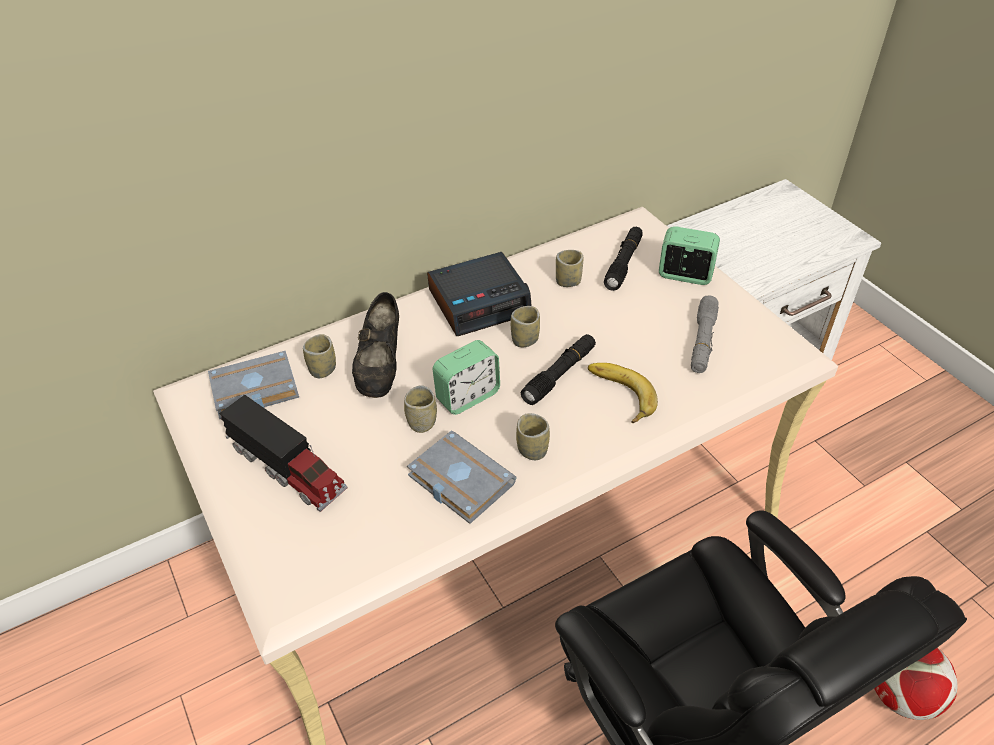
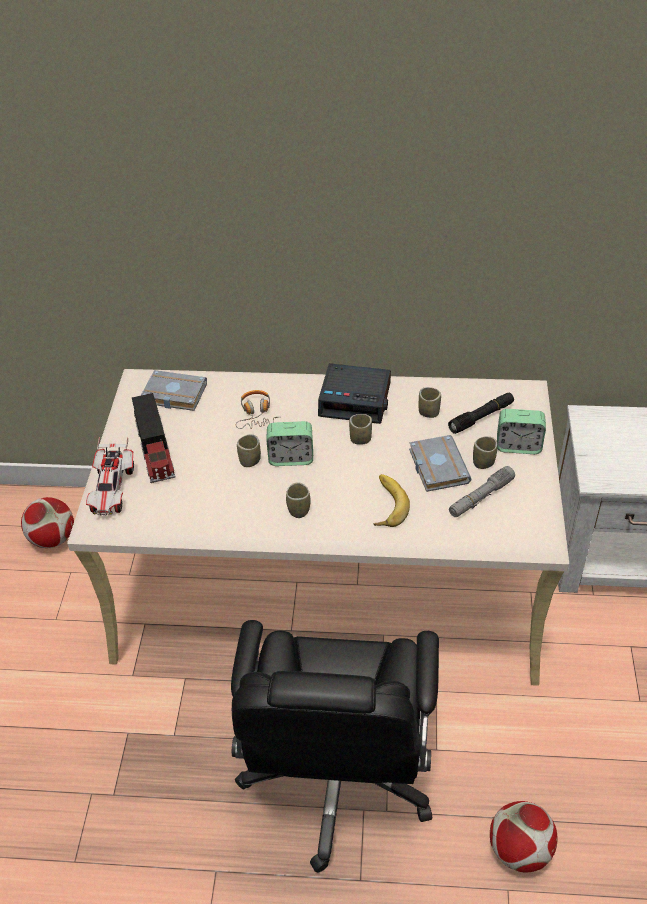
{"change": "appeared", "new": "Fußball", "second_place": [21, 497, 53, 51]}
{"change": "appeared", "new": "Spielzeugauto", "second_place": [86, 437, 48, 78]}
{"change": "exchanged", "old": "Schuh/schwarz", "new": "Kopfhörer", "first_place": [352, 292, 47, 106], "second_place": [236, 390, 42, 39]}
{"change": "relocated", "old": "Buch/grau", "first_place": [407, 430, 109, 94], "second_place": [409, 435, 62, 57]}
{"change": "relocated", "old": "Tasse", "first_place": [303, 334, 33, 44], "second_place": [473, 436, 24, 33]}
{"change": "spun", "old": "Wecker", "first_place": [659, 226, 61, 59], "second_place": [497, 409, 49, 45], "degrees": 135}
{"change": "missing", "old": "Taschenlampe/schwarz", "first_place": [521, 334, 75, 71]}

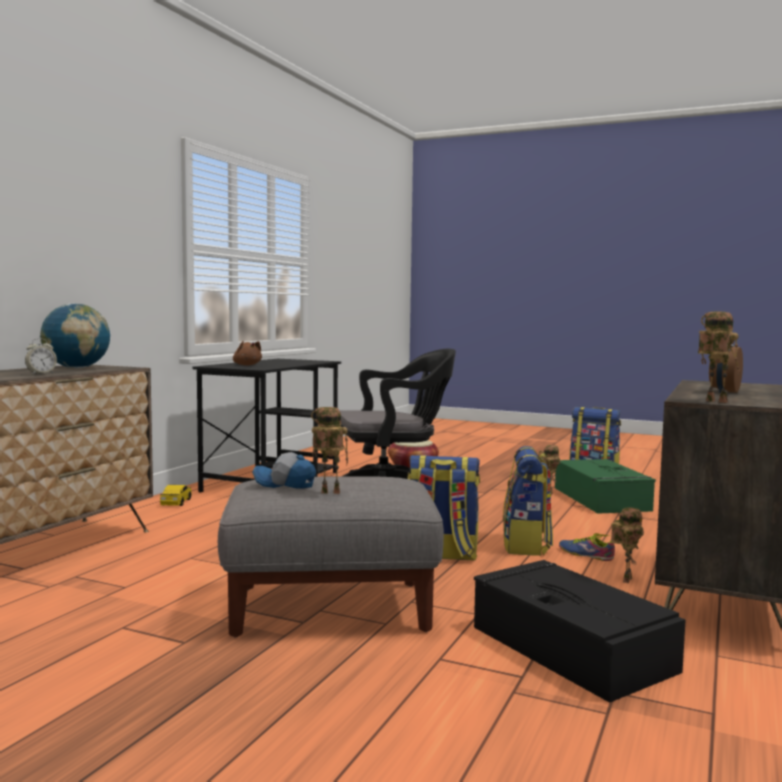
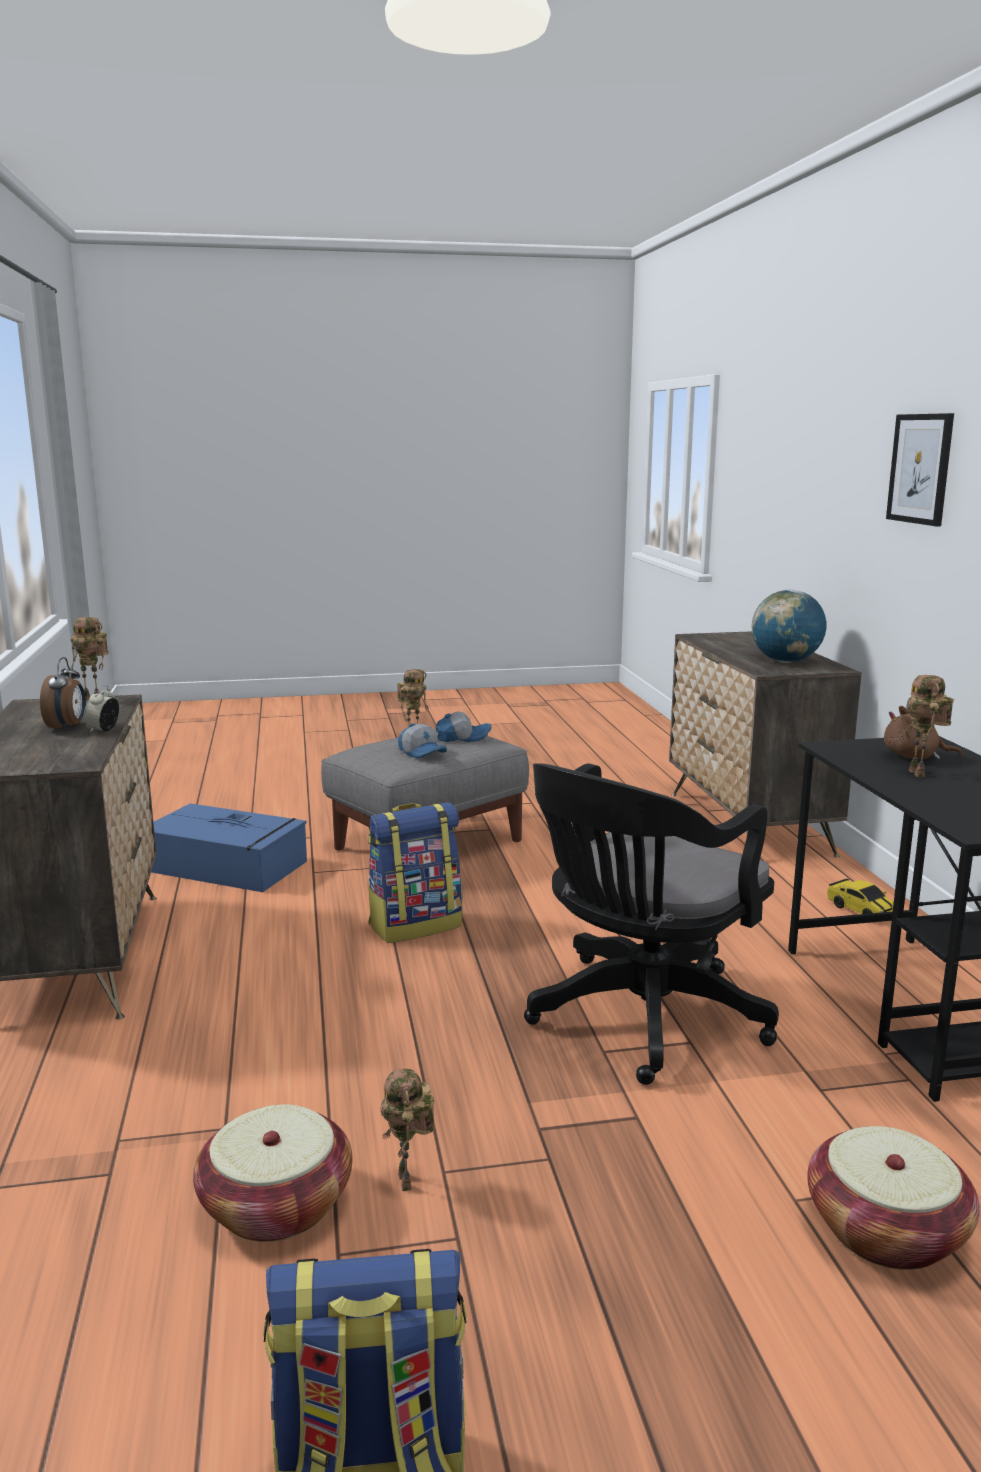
{"change": "relocated", "old": "Wecker", "first_place": [25, 338, 32, 36], "second_place": [84, 685, 35, 48]}
{"change": "colour", "old": "Aufbewahrungsbox/schwarz", "new": "Aufbewahrungsbox/blau", "first_place": [474, 560, 212, 143], "second_place": [151, 803, 156, 89]}
{"change": "exchanged", "old": "Aufbewahrungsbox/grün", "new": "Korb", "first_place": [555, 459, 101, 55], "second_place": [193, 1104, 159, 138]}
{"change": "appeared", "new": "Kappe", "second_place": [398, 723, 49, 35]}
{"change": "appeared", "new": "Bild", "second_place": [886, 413, 68, 113]}
{"change": "relocated", "old": "Spielzeugroboter", "first_place": [611, 507, 33, 76], "second_place": [898, 675, 56, 102]}
{"change": "missing", "old": "Rucksack", "first_place": [503, 446, 50, 110]}
{"change": "missing", "old": "Schuh", "first_place": [559, 533, 56, 28]}

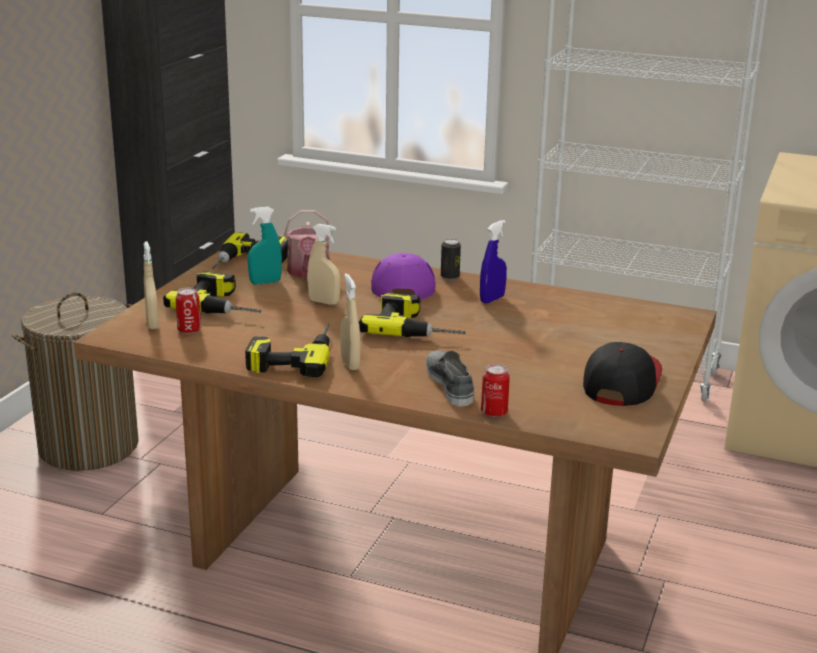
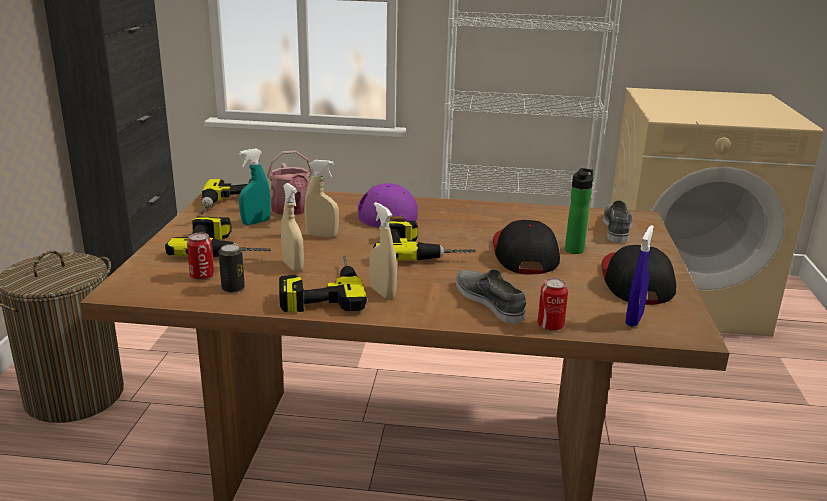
{"change": "relocated", "old": "Dose", "first_place": [441, 239, 20, 41], "second_place": [219, 244, 26, 49]}
{"change": "relocated", "old": "Sprühflasche/beige", "first_place": [144, 241, 15, 88], "second_place": [281, 183, 23, 88]}
{"change": "appeared", "new": "Kappe", "second_place": [493, 220, 67, 54]}
{"change": "appeared", "new": "Flasche", "second_place": [565, 168, 28, 86]}
{"change": "appeared", "new": "Schuh/grau", "second_place": [603, 200, 30, 43]}
{"change": "relocated", "old": "Sprühflasche/blau", "first_place": [480, 220, 27, 83], "second_place": [625, 225, 29, 102]}

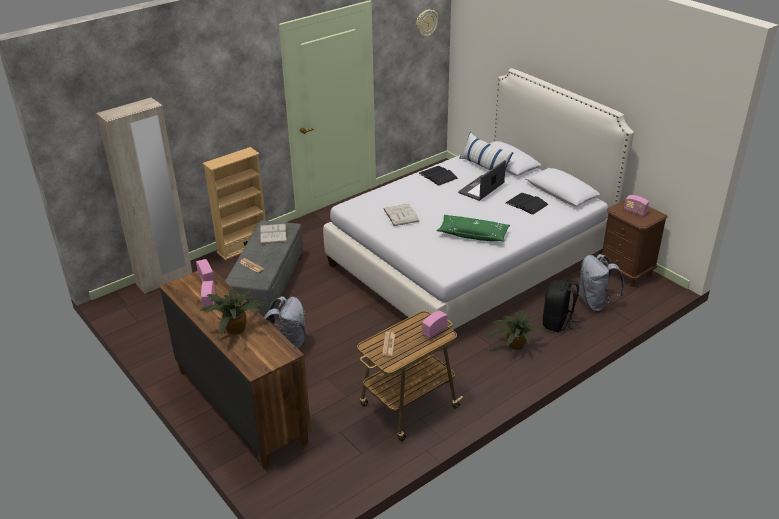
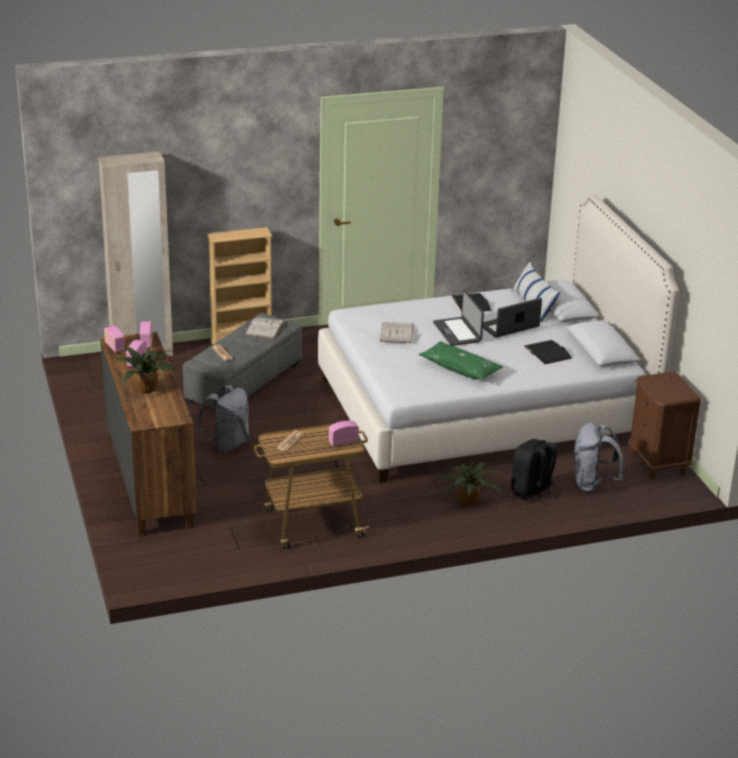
{"change": "relocated", "old": "Radio", "first_place": [624, 195, 25, 21], "second_place": [104, 326, 21, 27]}
{"change": "appeared", "new": "Laptop", "second_place": [433, 290, 51, 56]}
{"change": "missing", "old": "Wanduhr", "first_place": [416, 9, 22, 29]}

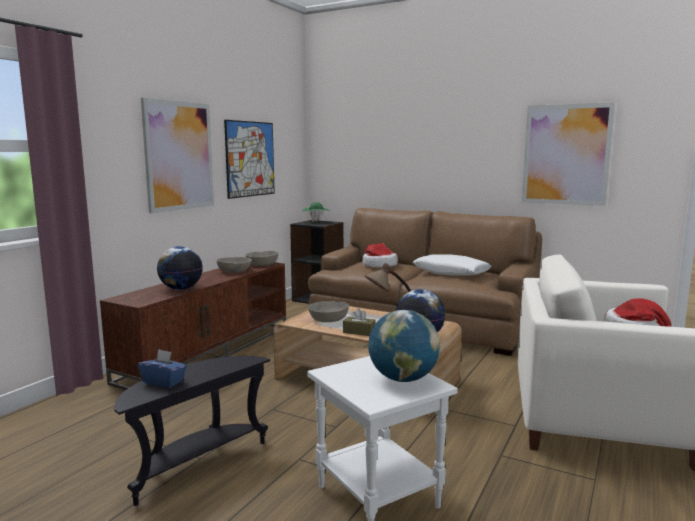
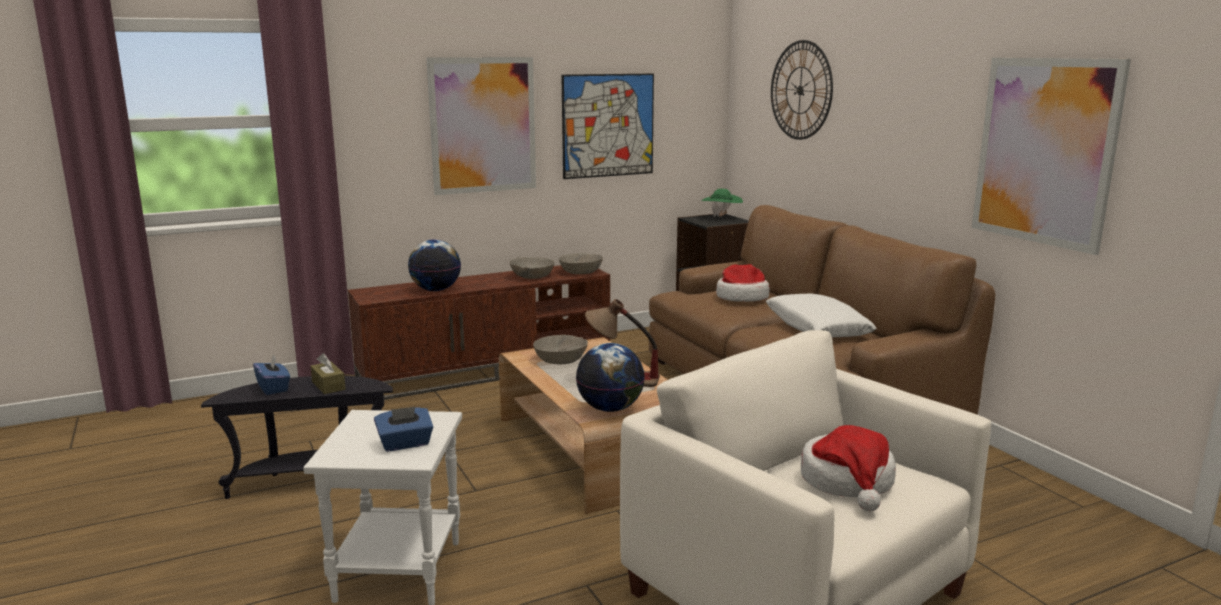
{"change": "relocated", "old": "Taschentuchbox/braun", "first_place": [343, 308, 33, 28], "second_place": [311, 353, 35, 41]}
{"change": "exchanged", "old": "Globus", "new": "Taschentuchbox/blau", "first_place": [368, 310, 72, 72], "second_place": [374, 407, 59, 45]}
{"change": "appeared", "new": "Wanduhr", "second_place": [771, 40, 62, 100]}

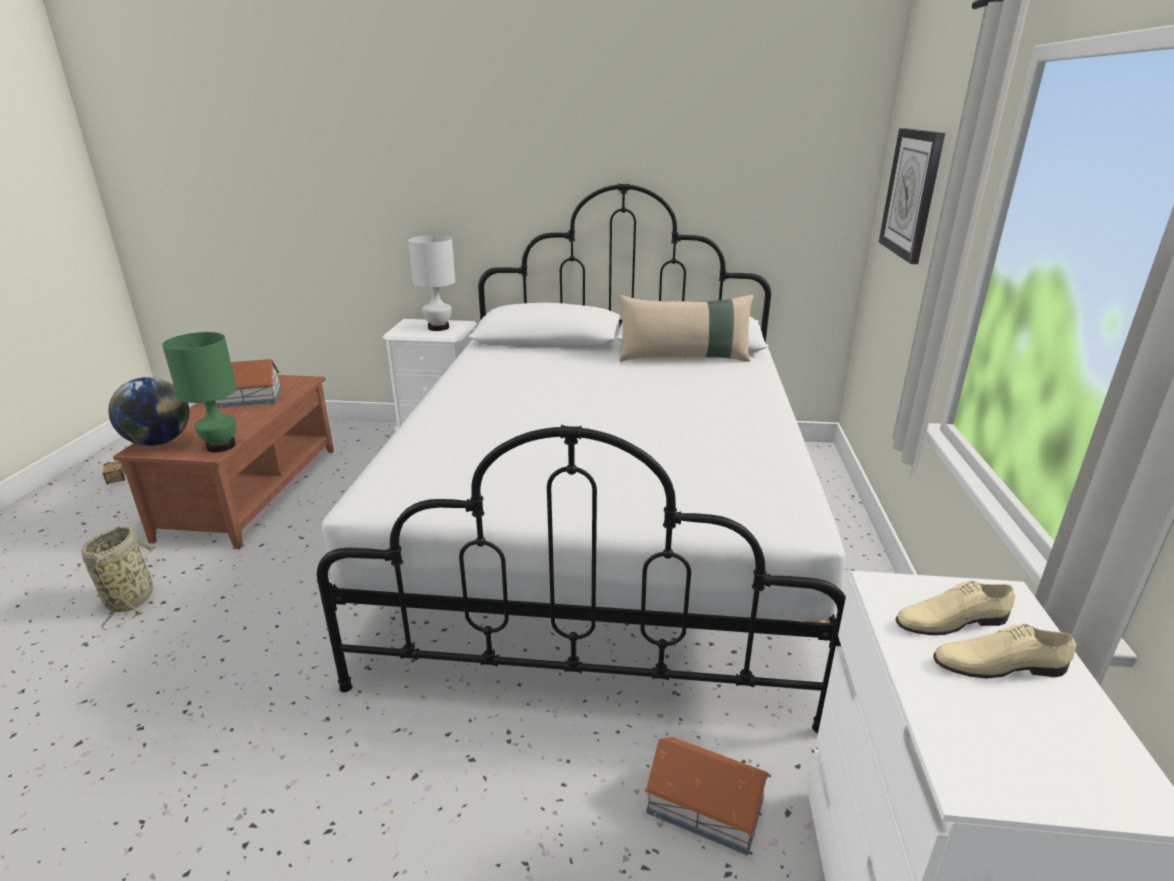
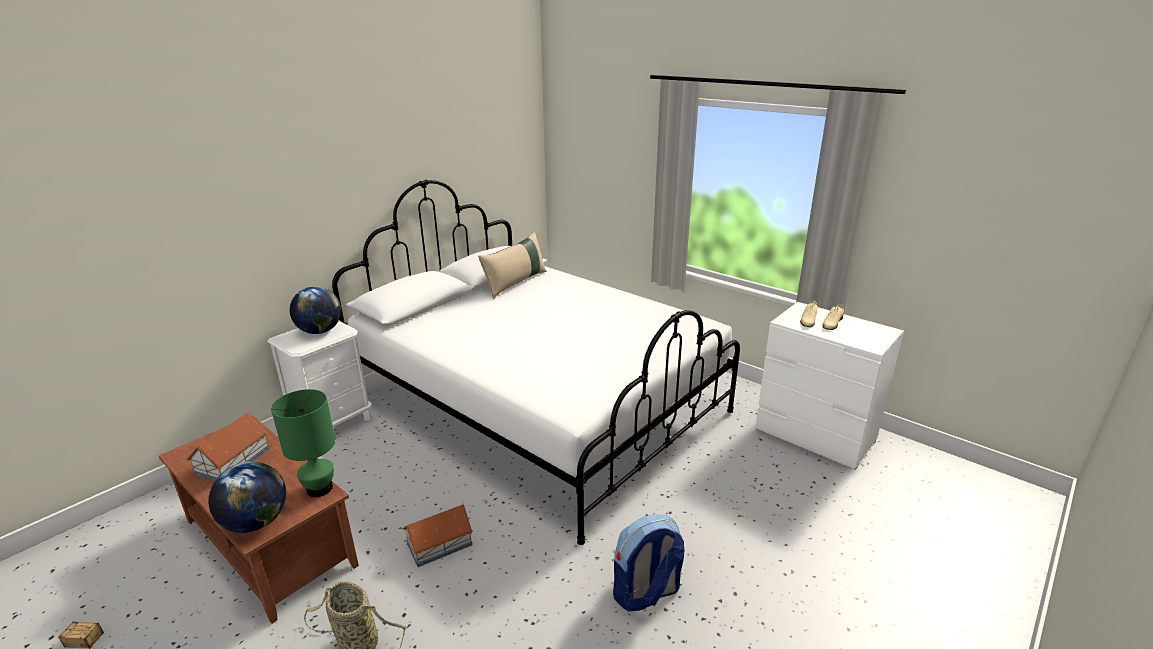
{"change": "exchanged", "old": "Tischlampe/weiß", "new": "Globus", "first_place": [408, 235, 47, 96], "second_place": [290, 286, 51, 48]}
{"change": "relocated", "old": "Spielzeughaus", "first_place": [644, 737, 127, 118], "second_place": [403, 505, 70, 62]}
{"change": "appeared", "new": "Rucksack", "second_place": [613, 514, 71, 97]}
{"change": "missing", "old": "Wanduhr", "first_place": [879, 128, 66, 136]}

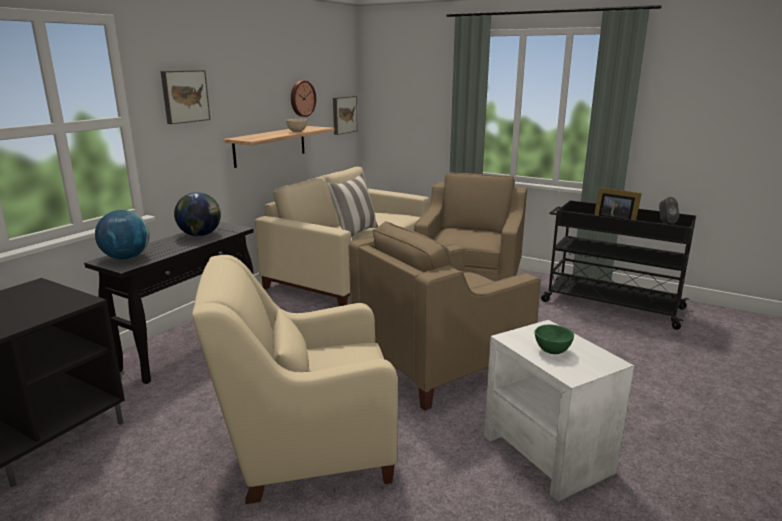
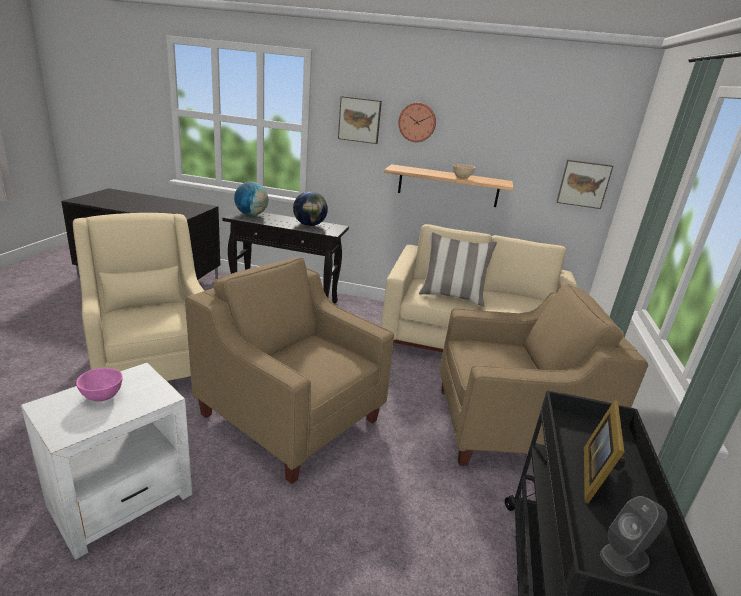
{"change": "colour", "old": "Schüssel/grün", "new": "Schüssel/rosa", "first_place": [535, 324, 39, 30], "second_place": [76, 368, 47, 33]}
{"change": "relocated", "old": "Wanduhr", "first_place": [291, 81, 25, 36], "second_place": [398, 103, 38, 39]}

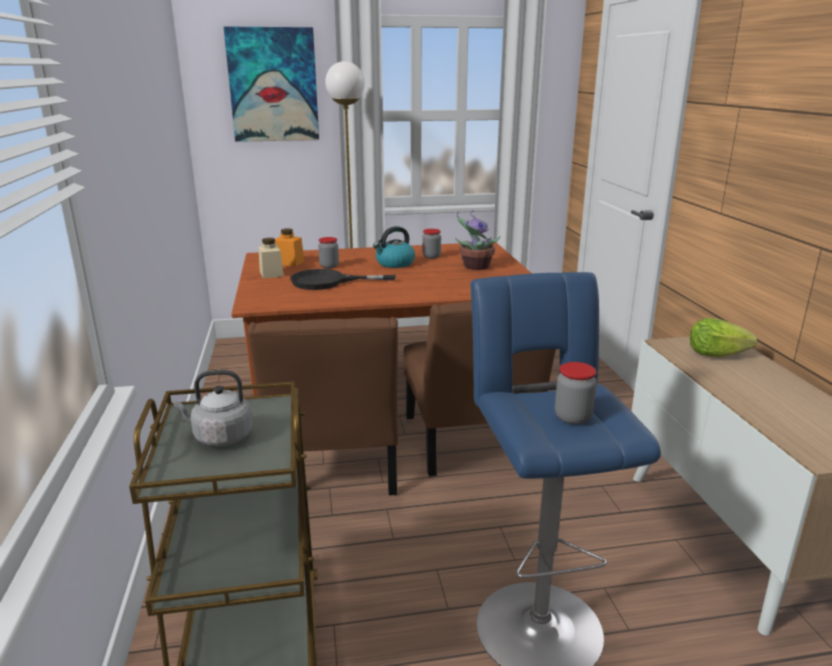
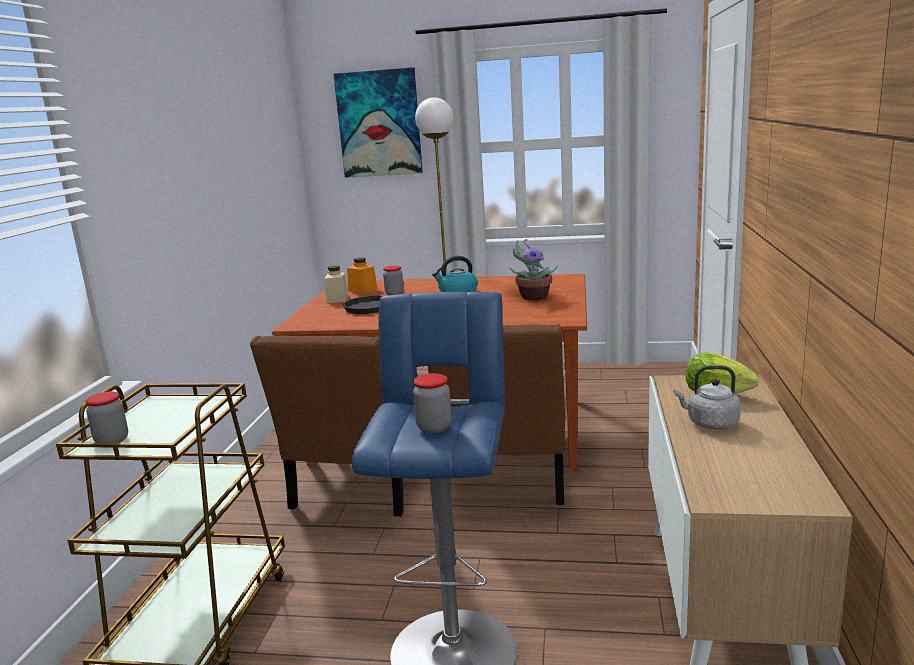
{"change": "relocated", "old": "Vorratsglas", "first_place": [422, 229, 19, 30], "second_place": [85, 391, 43, 52]}
{"change": "relocated", "old": "Wasserkessel/grau", "first_place": [173, 370, 80, 76], "second_place": [674, 365, 67, 64]}

